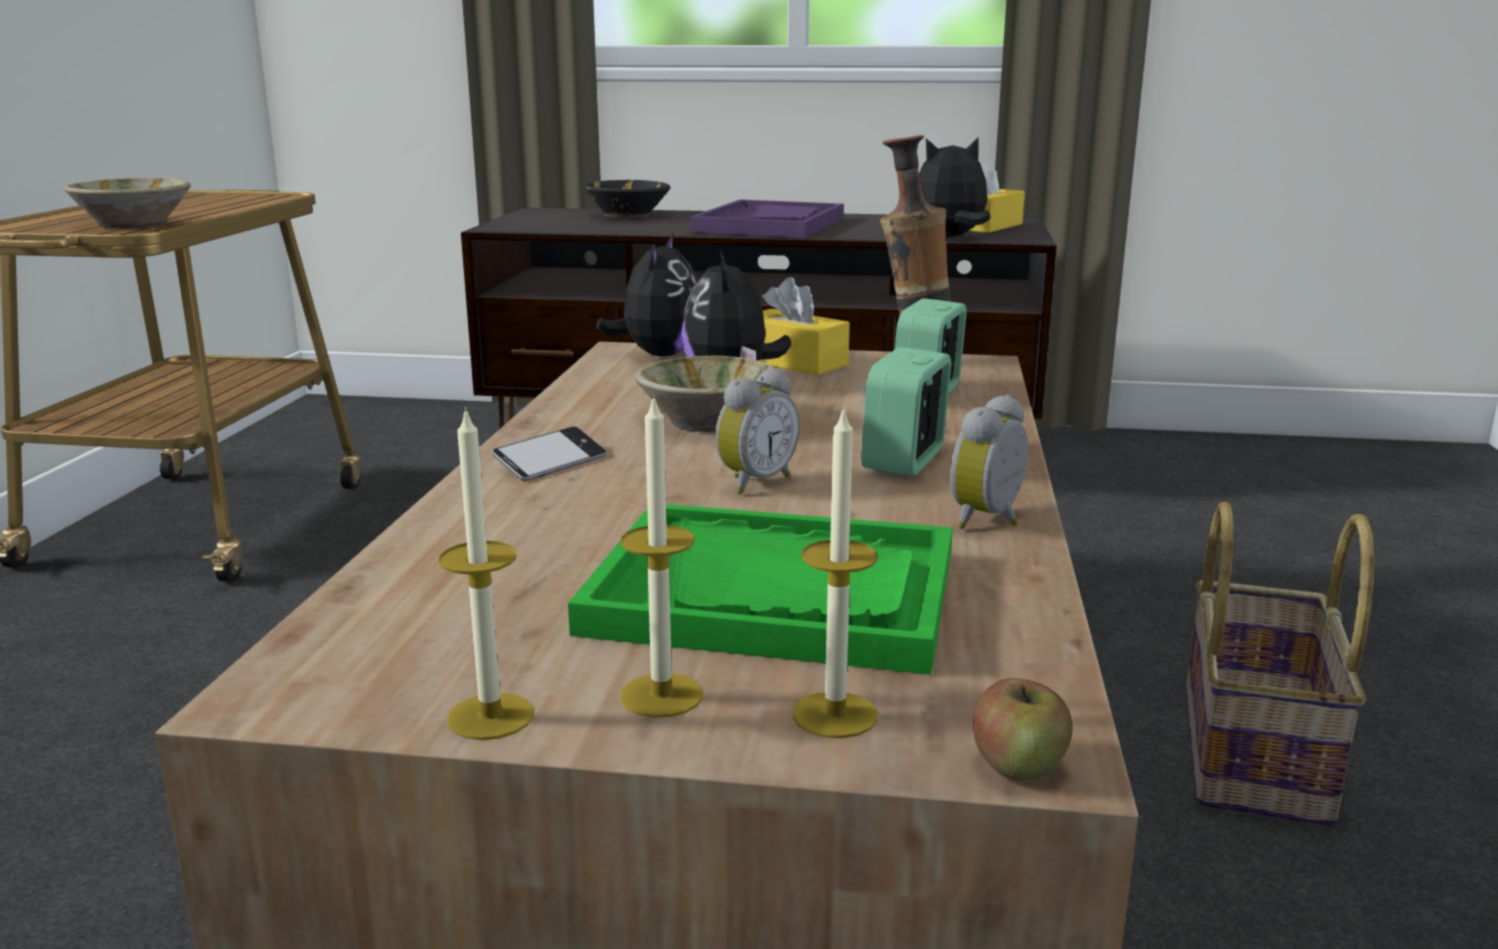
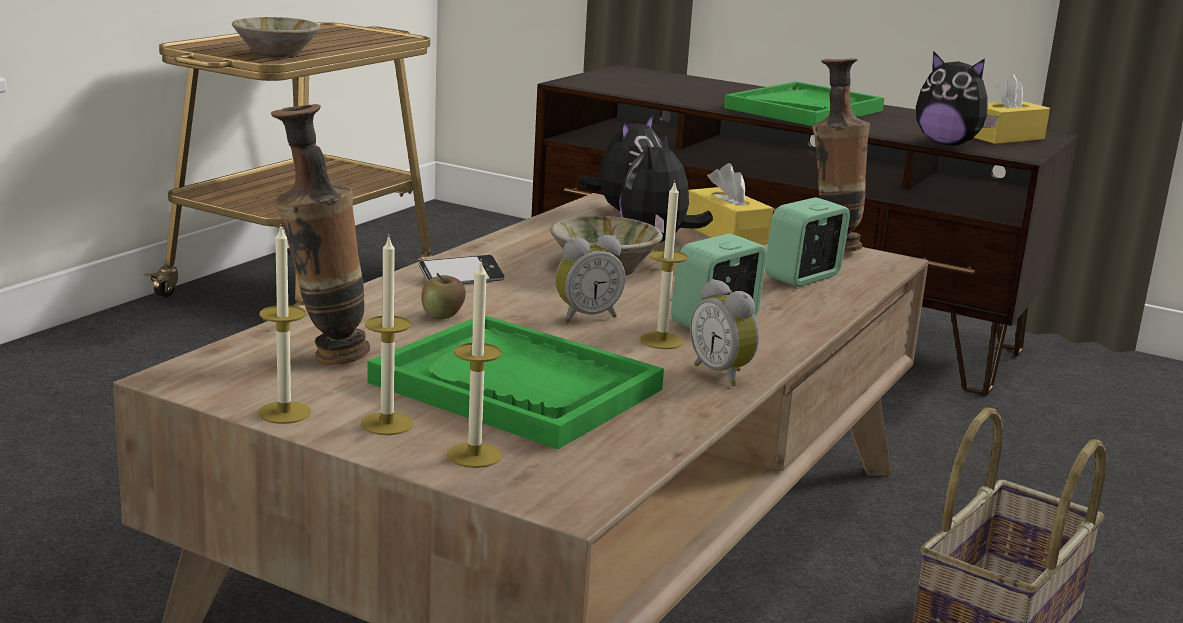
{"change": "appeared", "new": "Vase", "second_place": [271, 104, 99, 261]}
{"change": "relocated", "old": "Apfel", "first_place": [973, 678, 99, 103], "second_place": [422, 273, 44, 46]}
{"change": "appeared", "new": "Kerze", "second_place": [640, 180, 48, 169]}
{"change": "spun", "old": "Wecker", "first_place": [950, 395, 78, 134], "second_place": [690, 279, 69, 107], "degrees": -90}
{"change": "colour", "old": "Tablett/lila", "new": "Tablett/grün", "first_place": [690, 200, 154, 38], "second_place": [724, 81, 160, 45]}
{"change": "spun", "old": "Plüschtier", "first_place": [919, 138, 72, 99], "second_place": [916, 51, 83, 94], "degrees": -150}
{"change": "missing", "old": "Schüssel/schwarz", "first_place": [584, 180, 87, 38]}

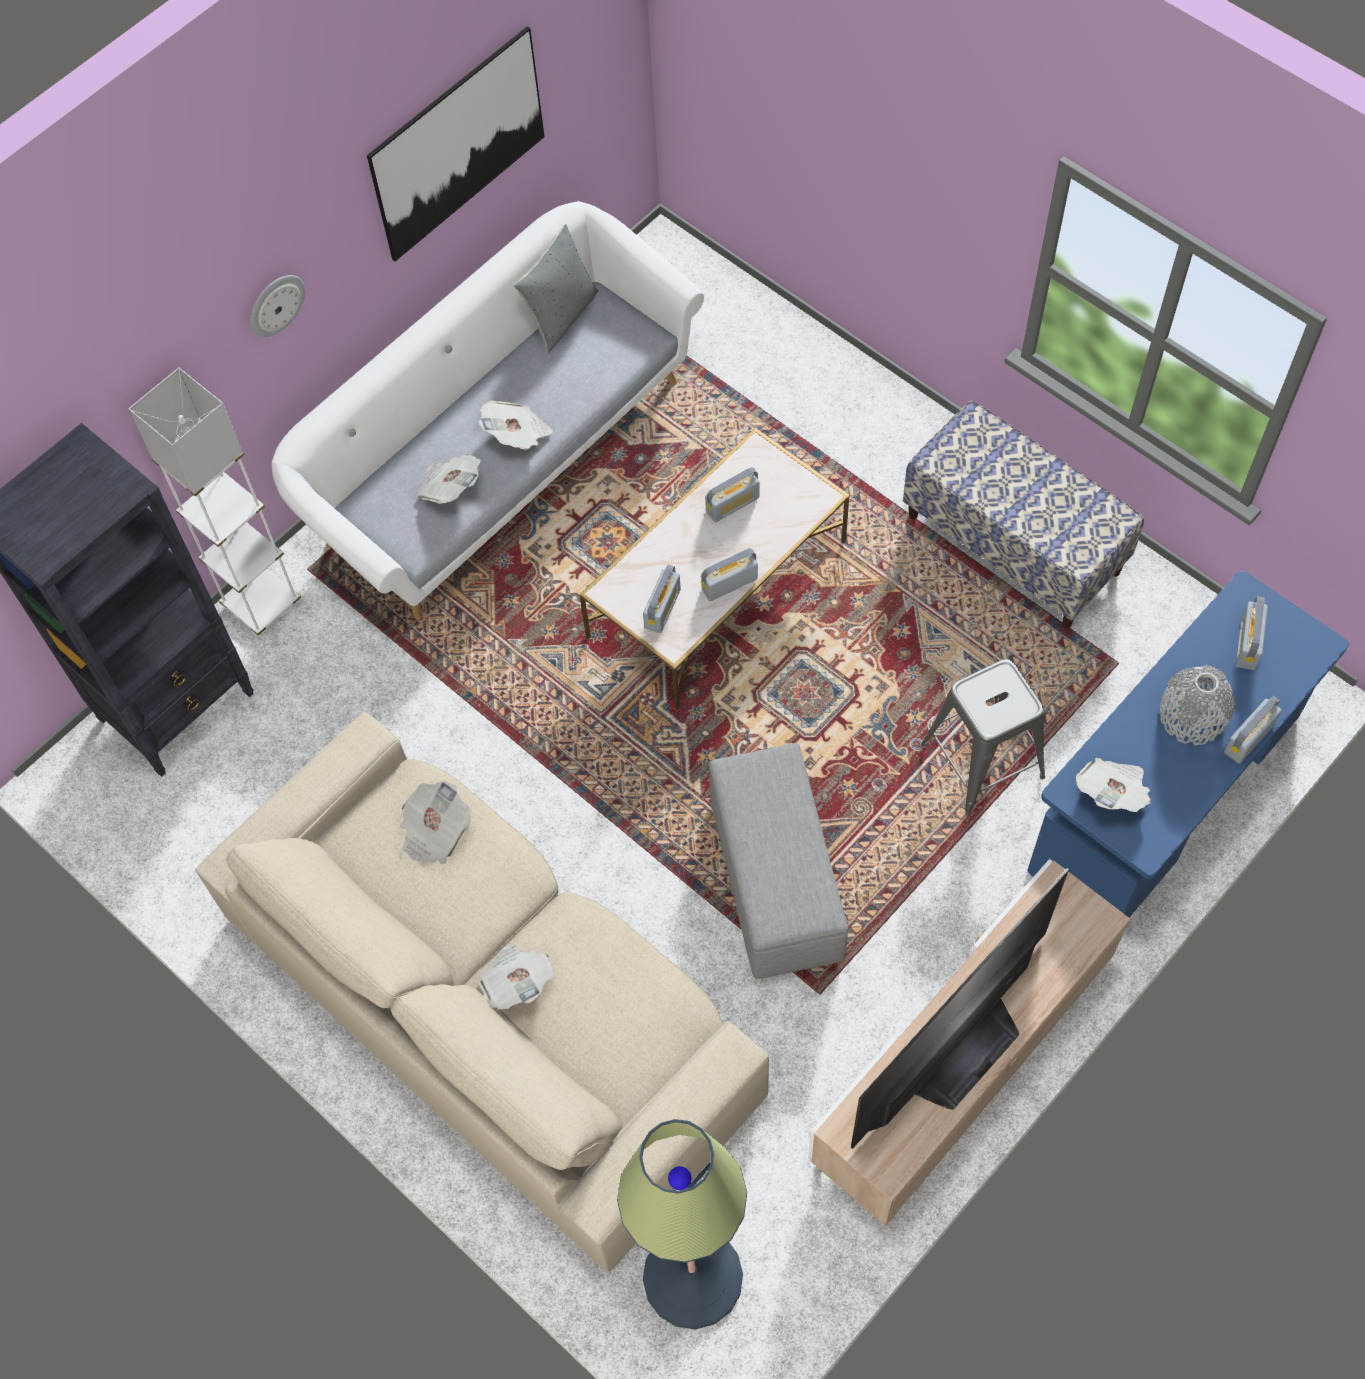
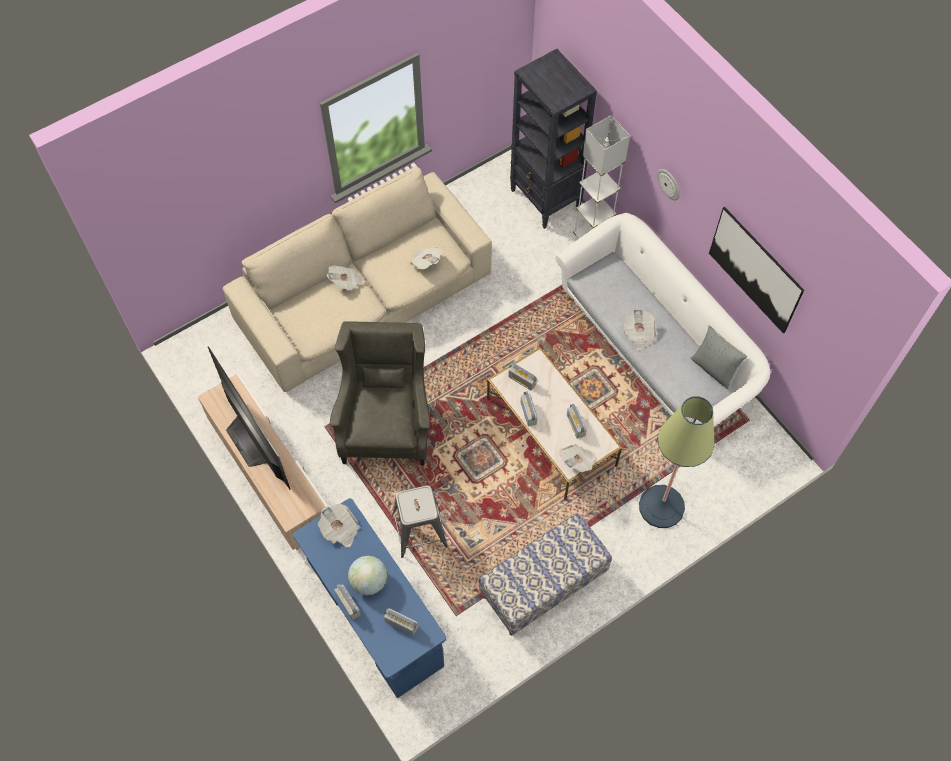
{"change": "exchanged", "old": "Polsterhocker/grau", "new": "Sessel/grau", "first_place": [709, 743, 139, 236], "second_place": [330, 321, 100, 145]}
{"change": "exchanged", "old": "Vase/grau", "new": "Globus", "first_place": [1160, 665, 76, 81], "second_place": [348, 556, 39, 39]}
{"change": "relocated", "old": "Zeitung", "first_place": [417, 454, 64, 50], "second_place": [559, 444, 36, 28]}
{"change": "relocated", "old": "Stehlampe", "first_place": [617, 1119, 130, 210], "second_place": [639, 396, 76, 132]}

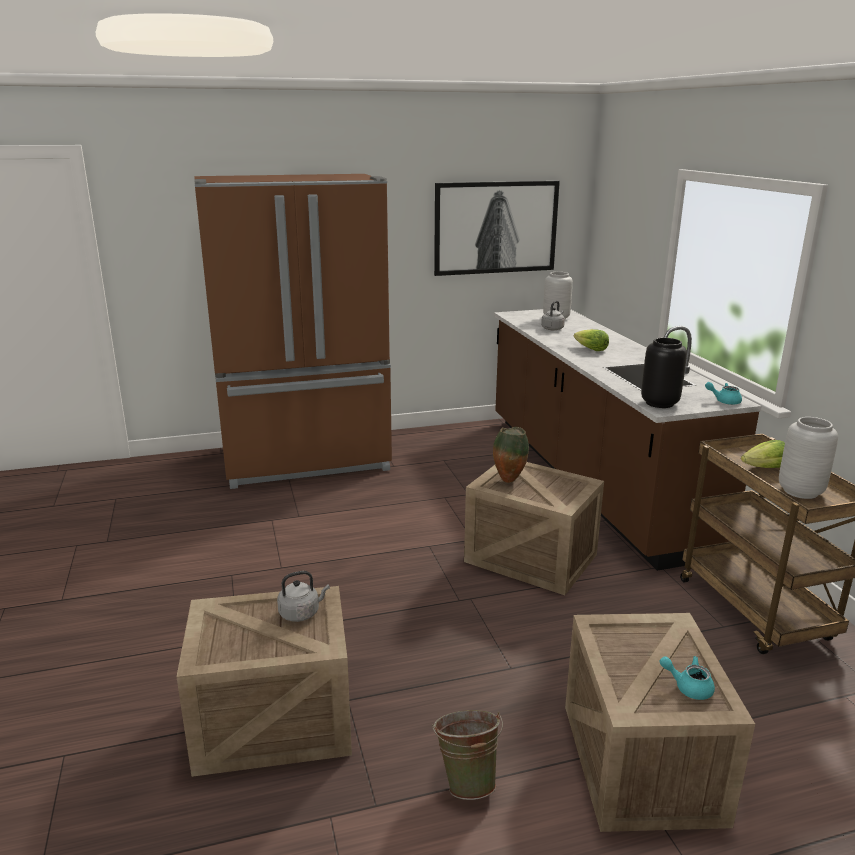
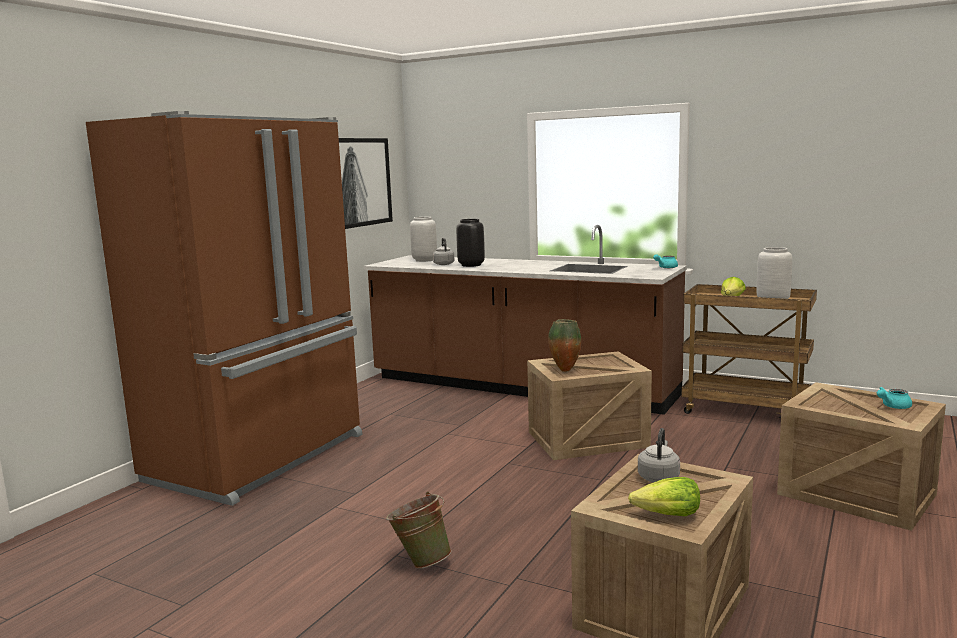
{"change": "relocated", "old": "Eimer/grün", "first_place": [432, 710, 71, 90], "second_place": [386, 492, 66, 77]}
{"change": "relocated", "old": "Vase/schwarz", "first_place": [641, 338, 46, 70], "second_place": [456, 219, 29, 48]}
{"change": "relocated", "old": "Salatkopf", "first_place": [574, 329, 35, 22], "second_place": [628, 477, 72, 39]}

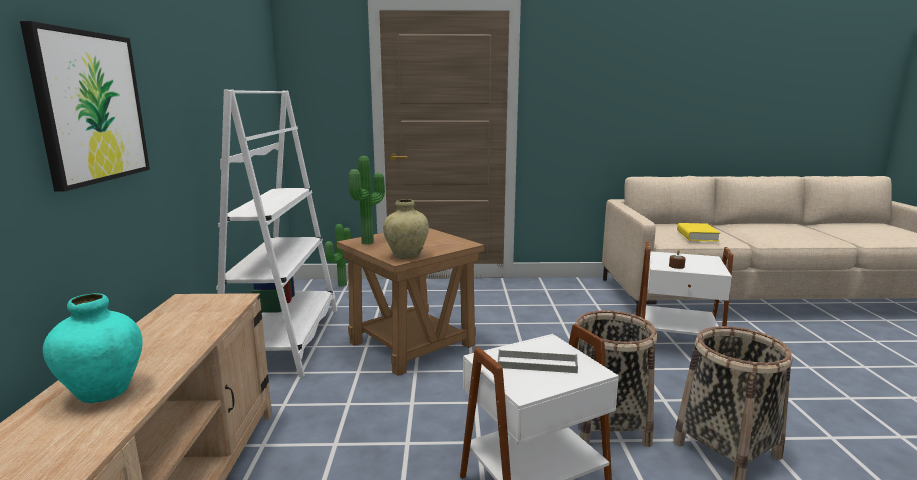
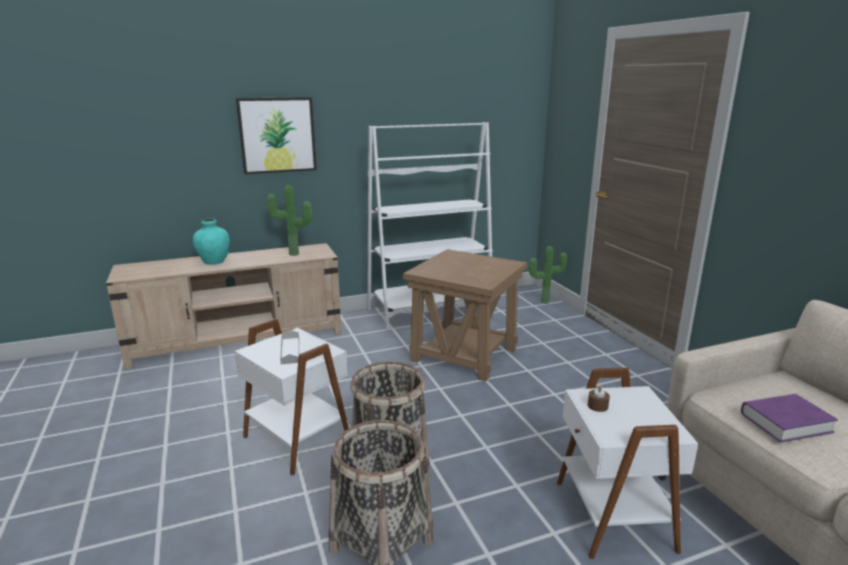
{"change": "relocated", "old": "Topfpflanze", "first_place": [349, 156, 36, 89], "second_place": [267, 185, 46, 71]}
{"change": "colour", "old": "Buch/gelb", "new": "Buch/lila", "first_place": [677, 223, 43, 18], "second_place": [741, 394, 97, 49]}
{"change": "missing", "old": "Vase/beige", "first_place": [383, 199, 46, 60]}

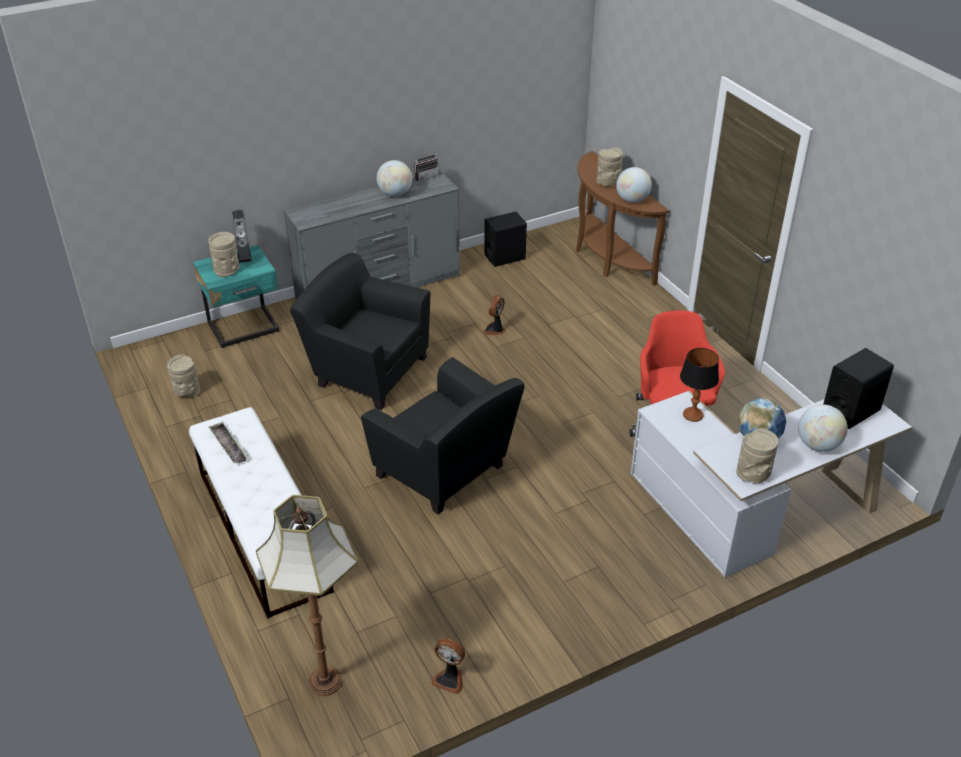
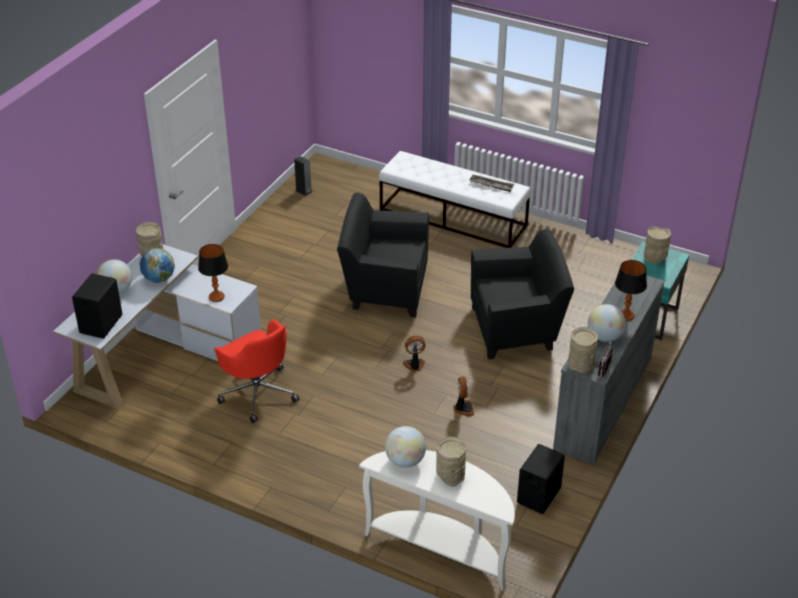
{"change": "relocated", "old": "Lautsprecher", "first_place": [232, 210, 20, 53], "second_place": [294, 156, 19, 40]}
{"change": "colour", "old": "Konsolentisch/braun", "new": "Konsolentisch/weiß", "first_place": [576, 151, 94, 135], "second_place": [359, 450, 156, 141]}
{"change": "relocated", "old": "Ventilator", "first_place": [431, 638, 34, 56], "second_place": [403, 336, 23, 36]}
{"change": "relocated", "old": "Vase/beige", "first_place": [167, 355, 34, 42], "second_place": [568, 327, 30, 47]}
{"change": "appeared", "new": "Tischlampe", "second_place": [615, 260, 32, 61]}
{"change": "missing", "old": "Stehlampe", "first_place": [256, 495, 102, 201]}

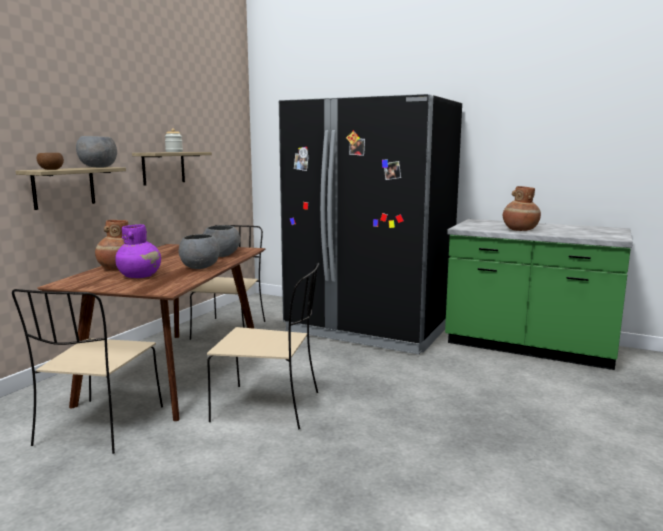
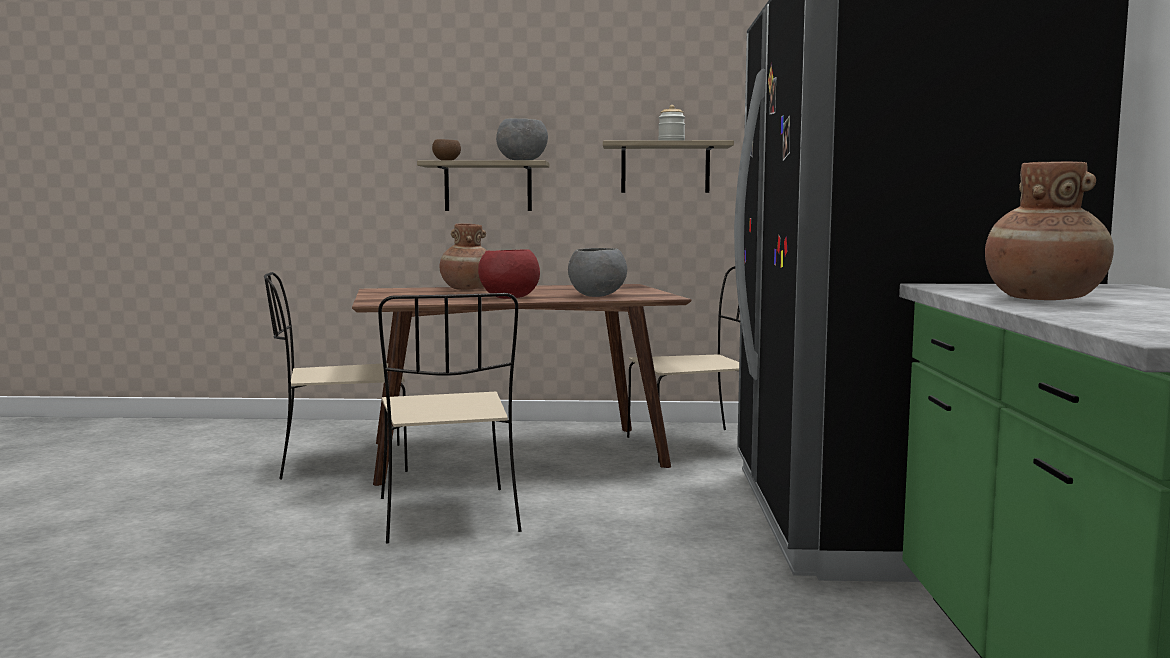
{"change": "colour", "old": "Schüssel/grau", "new": "Schüssel/rot", "first_place": [179, 234, 41, 35], "second_place": [478, 250, 62, 49]}
{"change": "missing", "old": "Vase/lila", "first_place": [115, 224, 46, 54]}

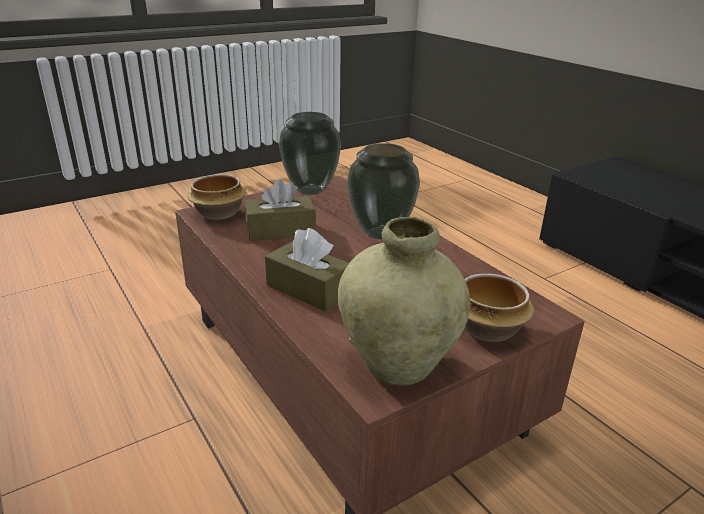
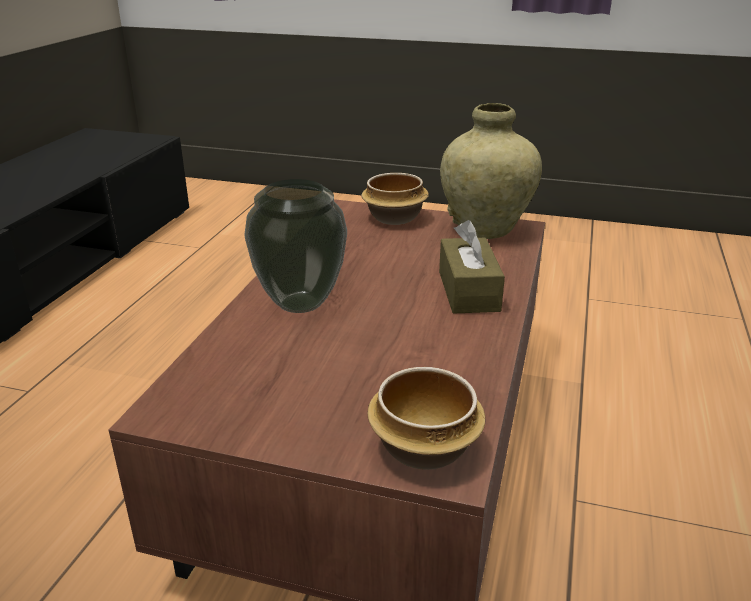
{"change": "missing", "old": "Taschentuchbox/braun", "first_place": [245, 179, 71, 62]}
{"change": "missing", "old": "Vase", "first_place": [279, 112, 62, 83]}

